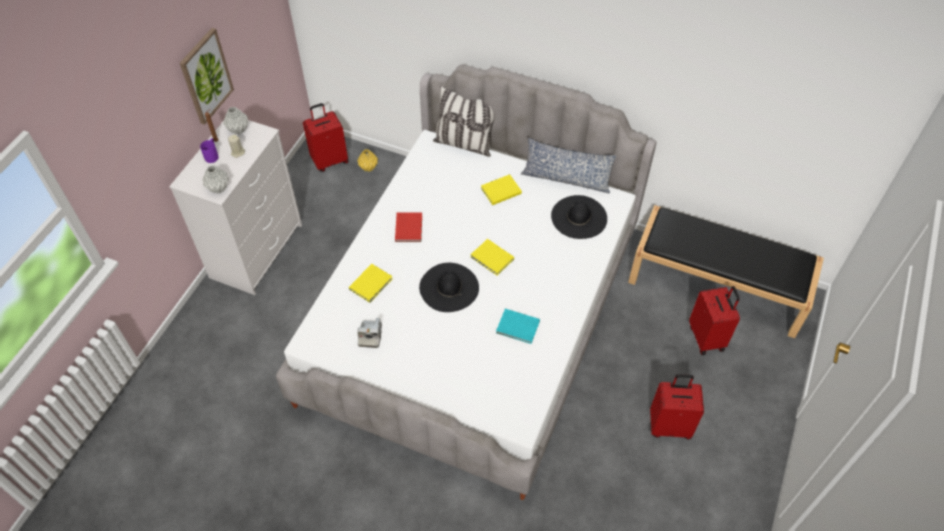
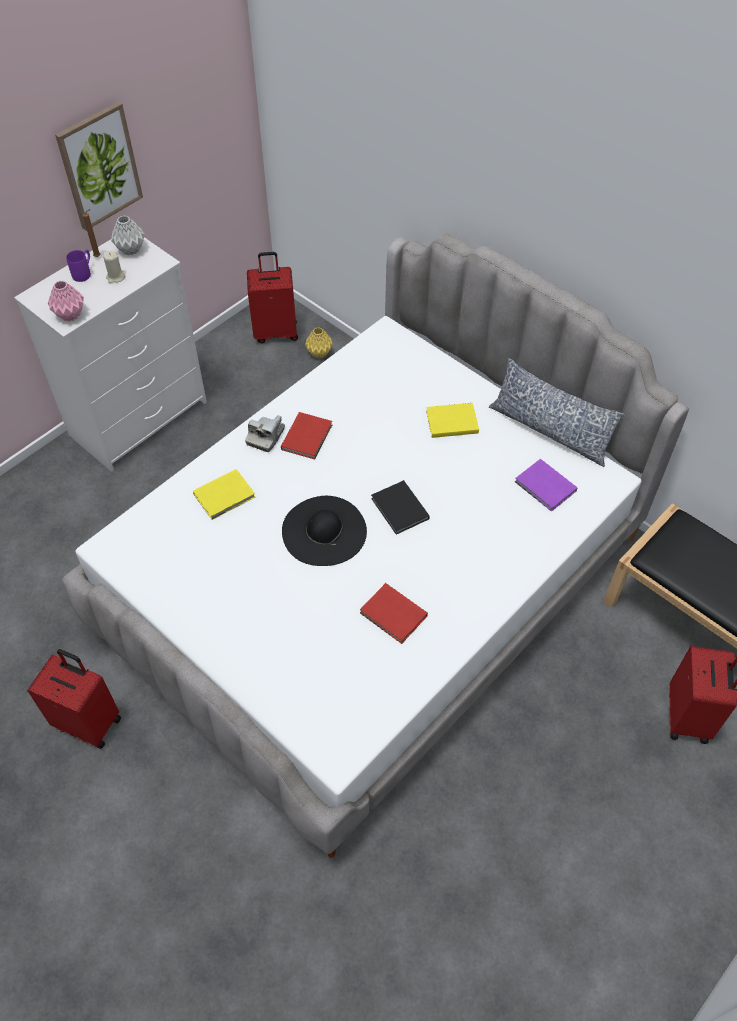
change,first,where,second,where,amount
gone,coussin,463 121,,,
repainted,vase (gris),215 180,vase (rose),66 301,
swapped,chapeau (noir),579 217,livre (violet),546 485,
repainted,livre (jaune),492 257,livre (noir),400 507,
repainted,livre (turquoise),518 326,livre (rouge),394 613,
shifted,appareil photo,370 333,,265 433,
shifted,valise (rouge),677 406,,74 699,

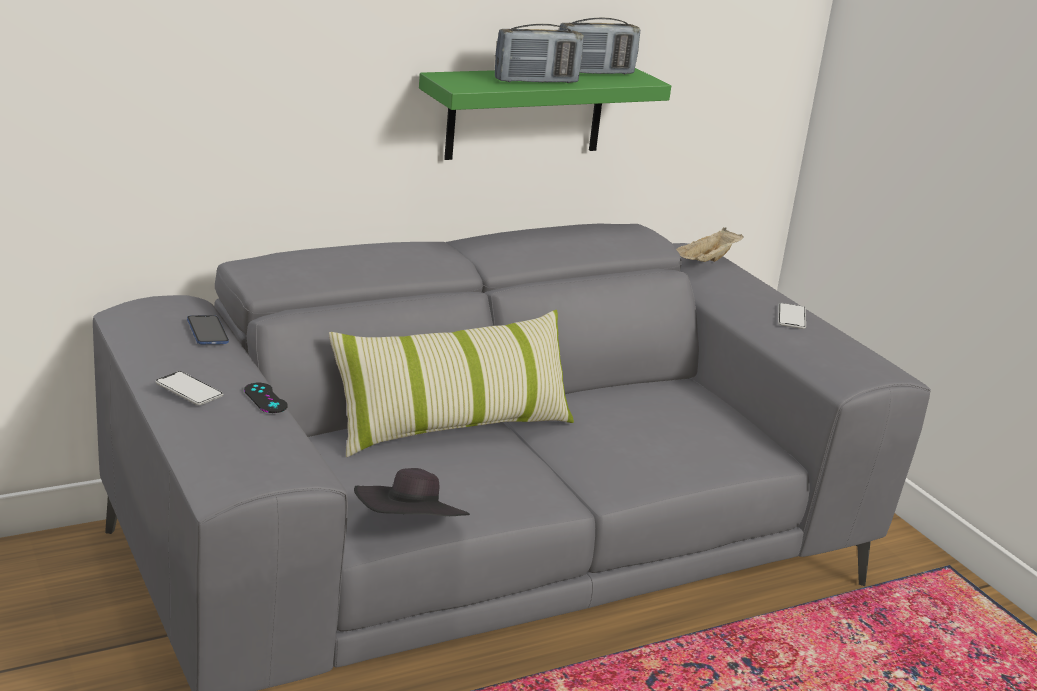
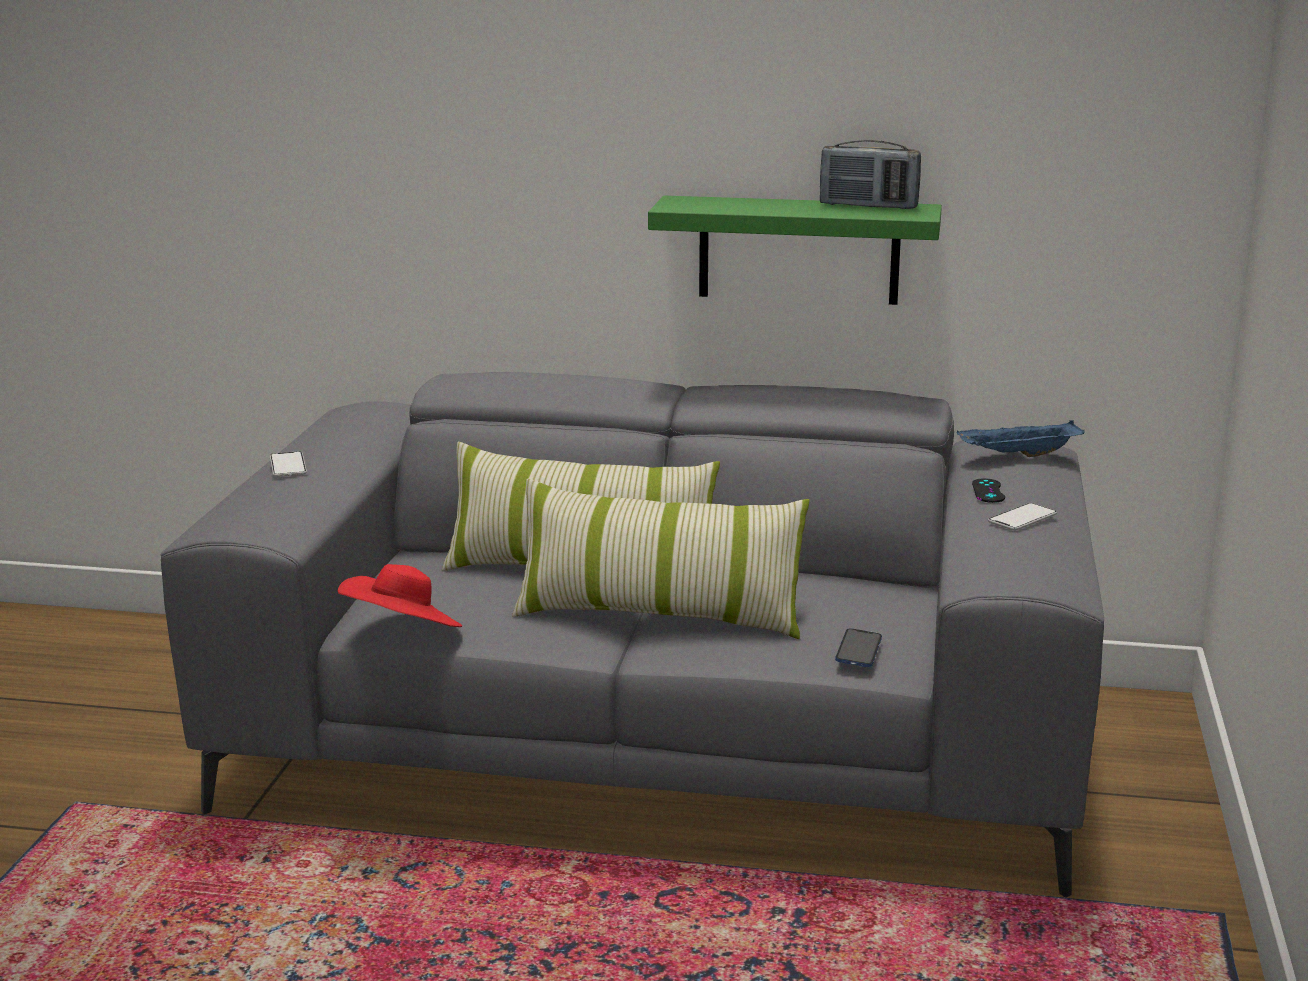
change,first,where,second,where,amount
gone,radio,539 53,,,
repainted,plateau (beige),710 245,plateau (bleu),1020 438,
shifted,téléphone,208 329,,858 647,
shifted,manette (noir),266 398,,988 490,
repainted,chapeau (noir),412 492,chapeau (rouge),400 595,
new,,,coussin,660 559,

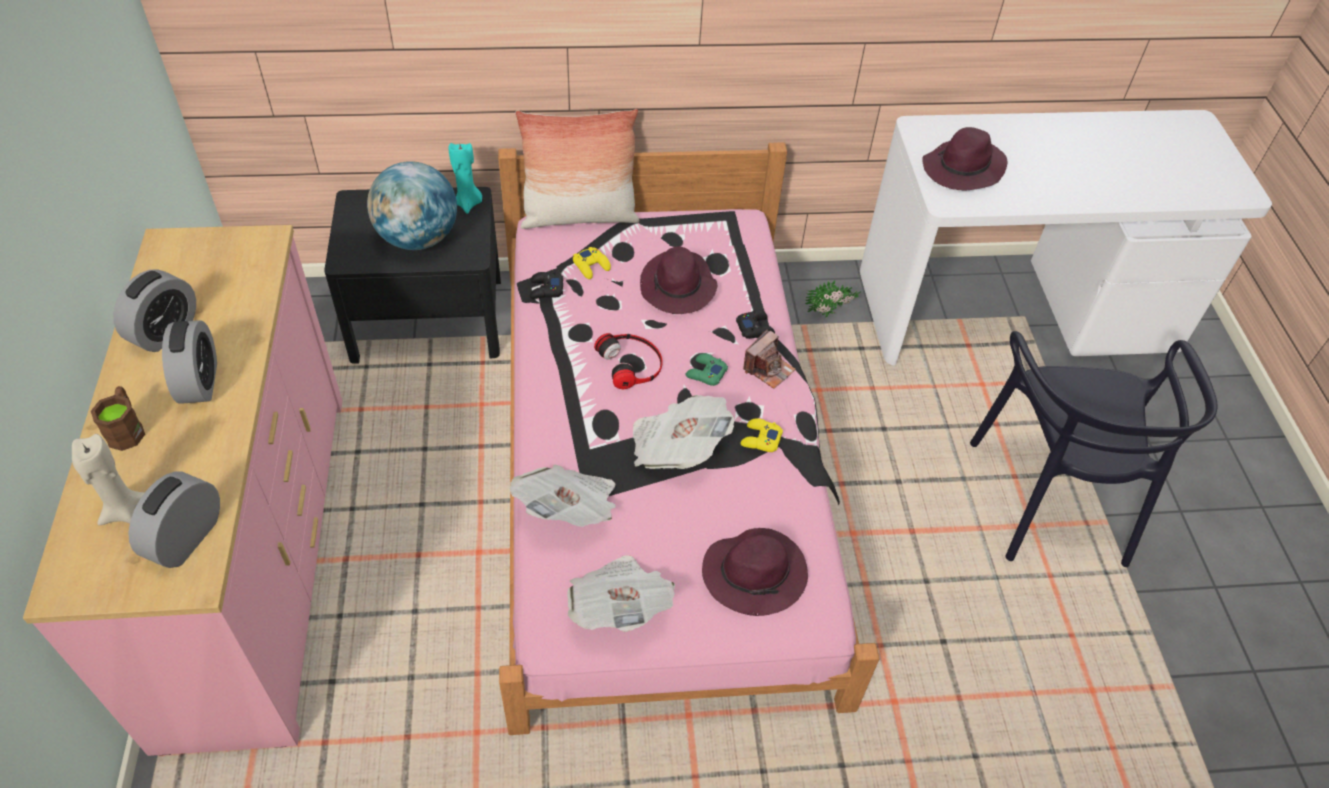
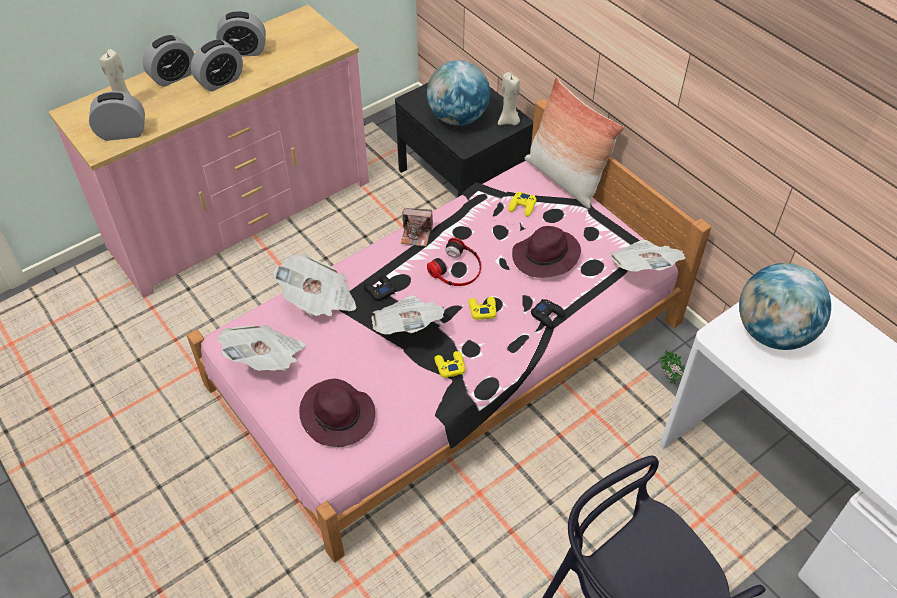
change,first,where,second,where,amount
swapped,chapeau (violet),964 158,globe,785 306,
repainted,bougie (turquoise),465 178,bougie (beige),509 98,
shifted,manette (noir),546 285,,379 288,
shifted,appareil photo,769 359,,417 227,
repainted,manette (vert),706 369,manette (jaune),482 308,
swapped,mug (marron),118 418,réveil,168 61,
new,,,journal,648 256,

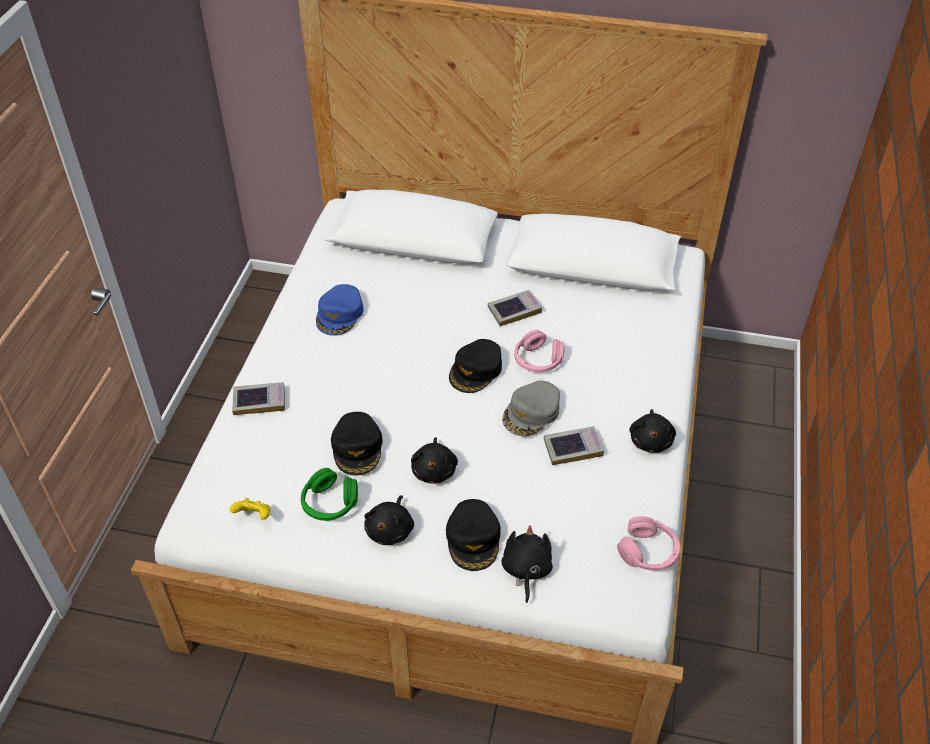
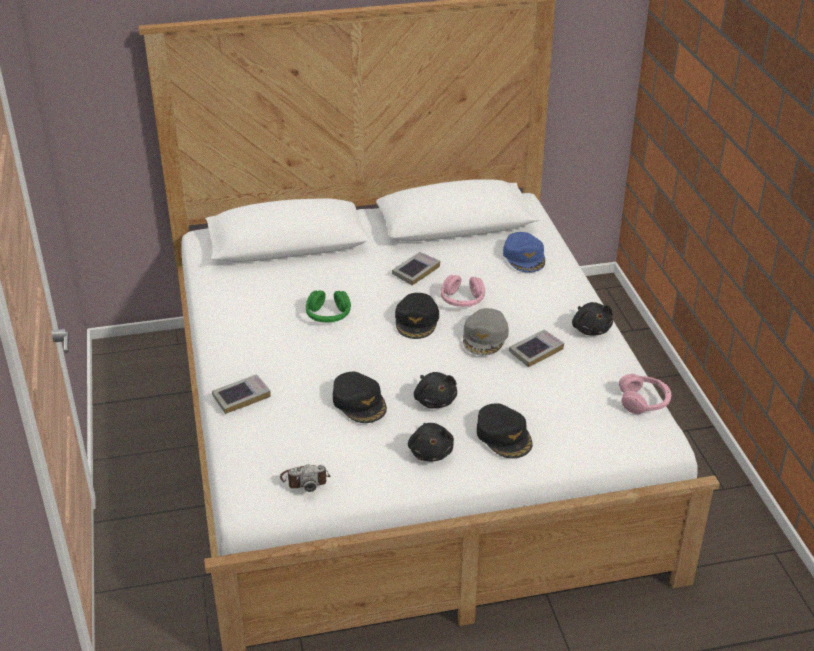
change,first,where,second,where,amount
shifted,casquette (bleu),339 310,,524 252,
shifted,casque audio (vert),329 494,,328 306,
swapped,manette (jaune),250 509,appareil photo,305 478,
gone,peluche (noir),527 564,,,

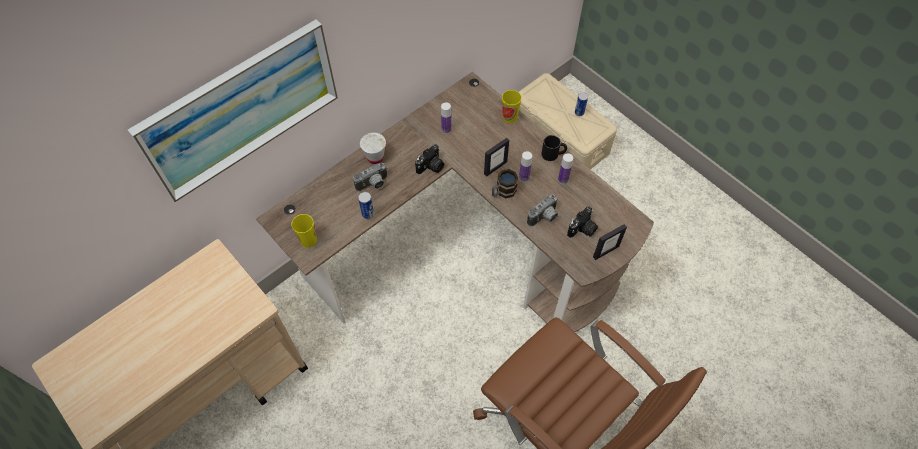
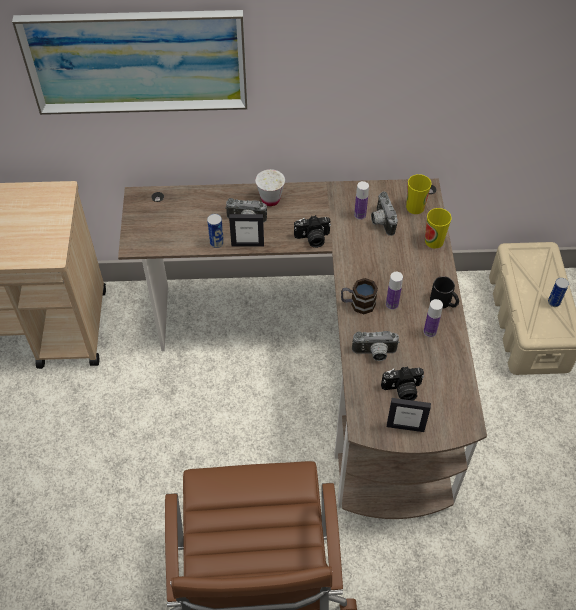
change,first,where,second,where,amount
shifted,cadre photo,496 157,,246 230,
shifted,tasse,304 231,,419 194,
new,,,appareil photo,384 213,

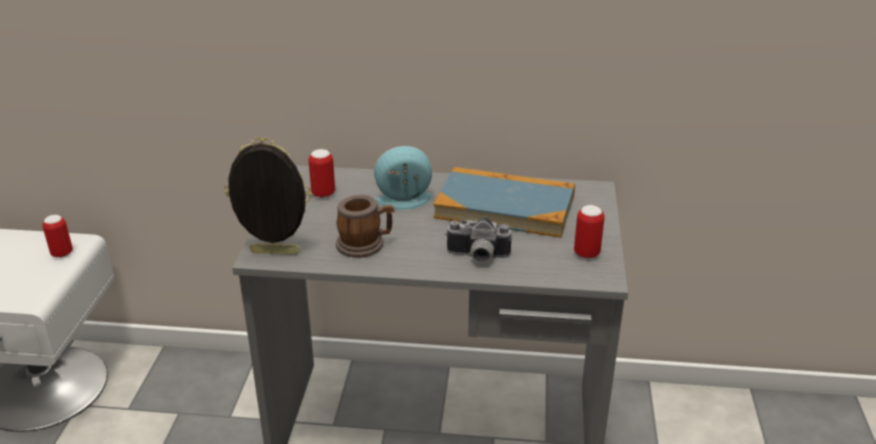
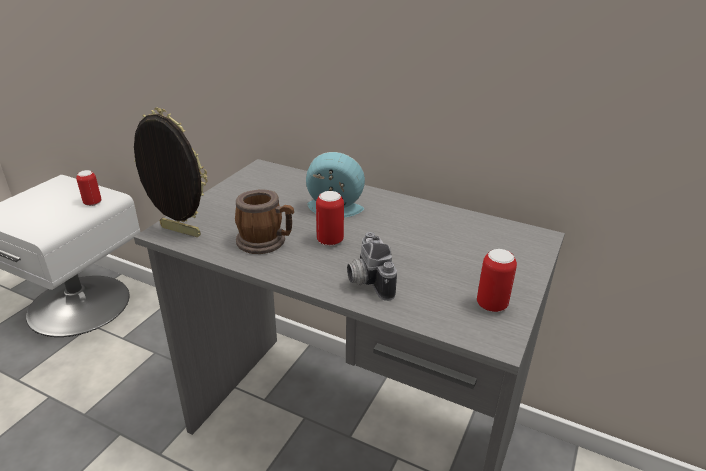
change,first,where,second,where,amount
shifted,boîte métallique,322 173,,330 218,
gone,livre,504 202,,,
rotated,appareil photo,479 240,,372 266,45 degrees clockwise

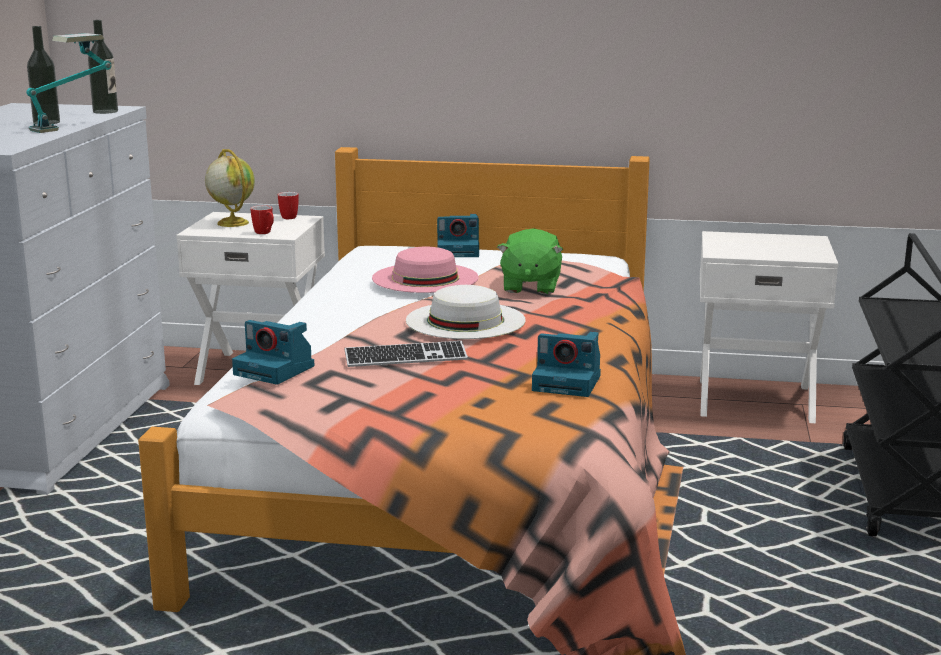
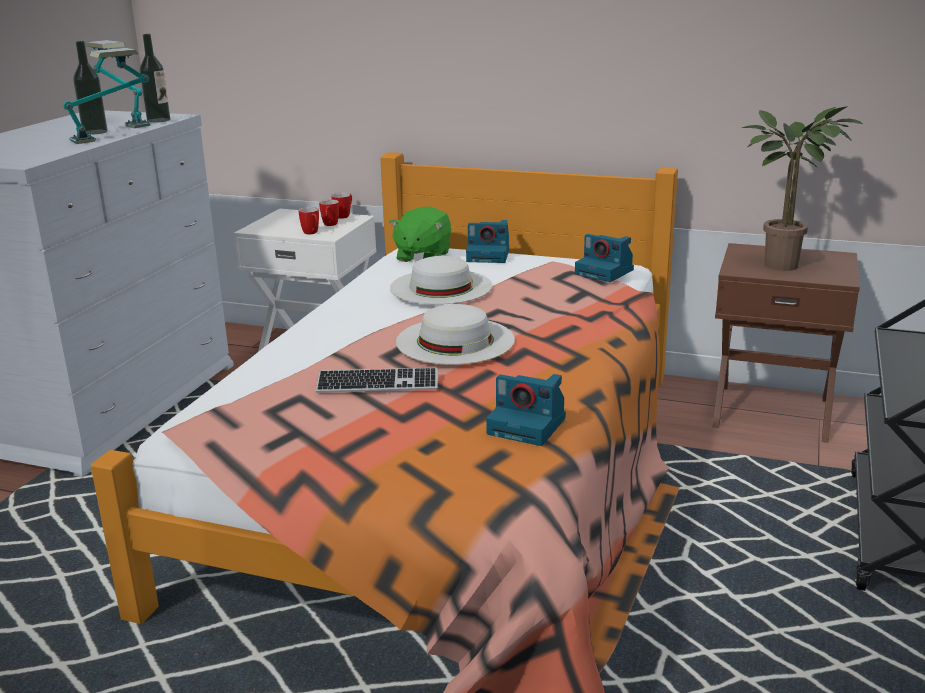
change,first,where,second,where,amount
gone,globe,230 188,,,
shifted,peluche (vert),530 261,,420 234,
repainted,table de chevet (blanc),769 327,table de chevet (marron),786 343,
repainted,chapeau (rose),425 269,chapeau (blanc),441 280,
shifted,appareil photo,273 352,,604 258,
new,,,lampe de table,117 84,
new,,,plante en pot,802 188,
new,,,mug,329 212,

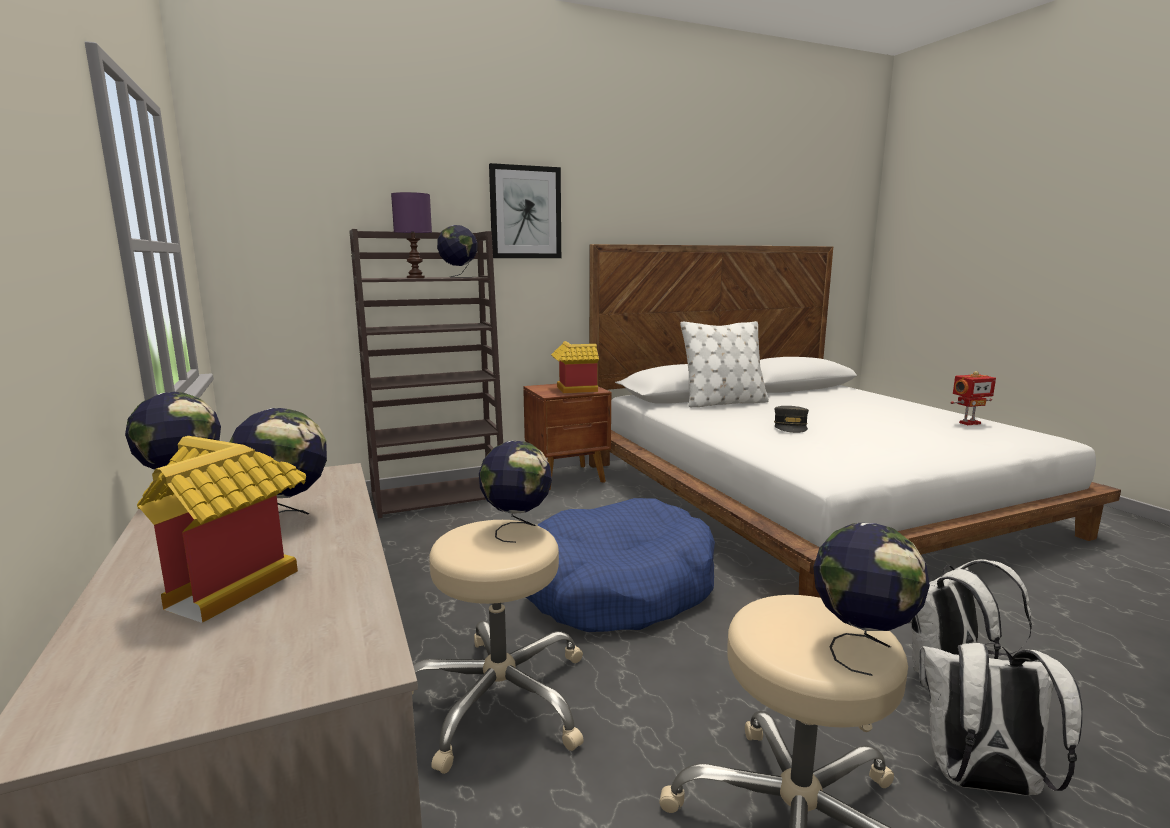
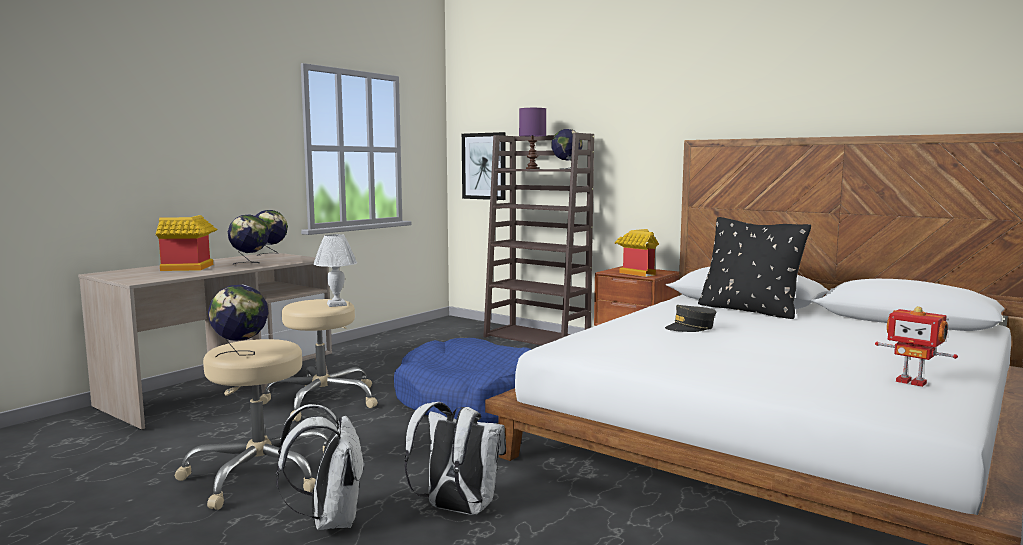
change,first,where,second,where,amount
shifted,tableau,525 210,,484 166,
repainted,coussin (blanc),724 364,coussin (noir),754 268,
swapped,globe,515 492,lampe de table (blanc),335 270,

